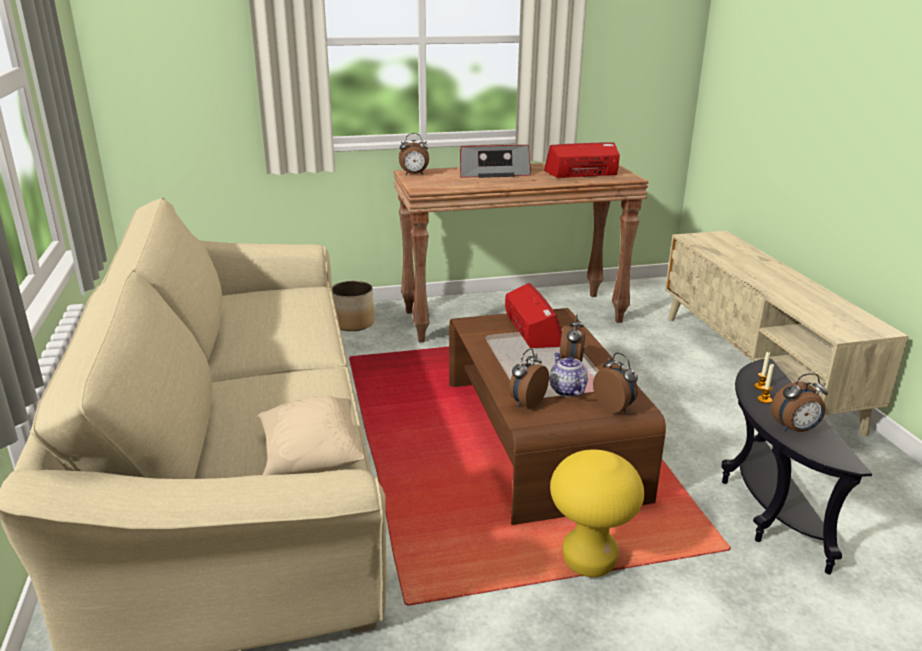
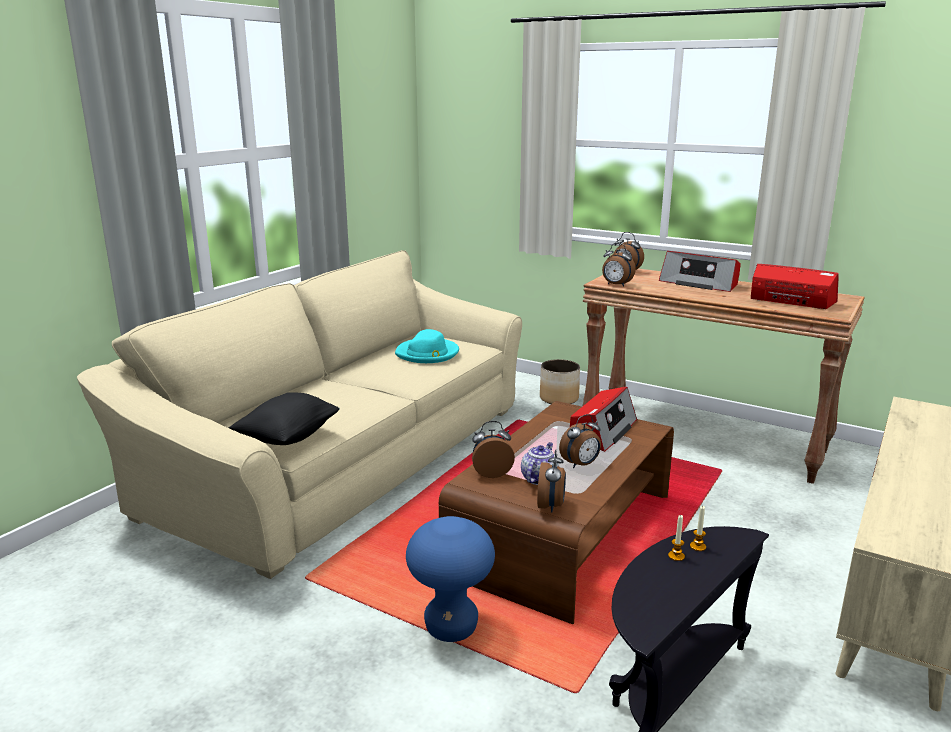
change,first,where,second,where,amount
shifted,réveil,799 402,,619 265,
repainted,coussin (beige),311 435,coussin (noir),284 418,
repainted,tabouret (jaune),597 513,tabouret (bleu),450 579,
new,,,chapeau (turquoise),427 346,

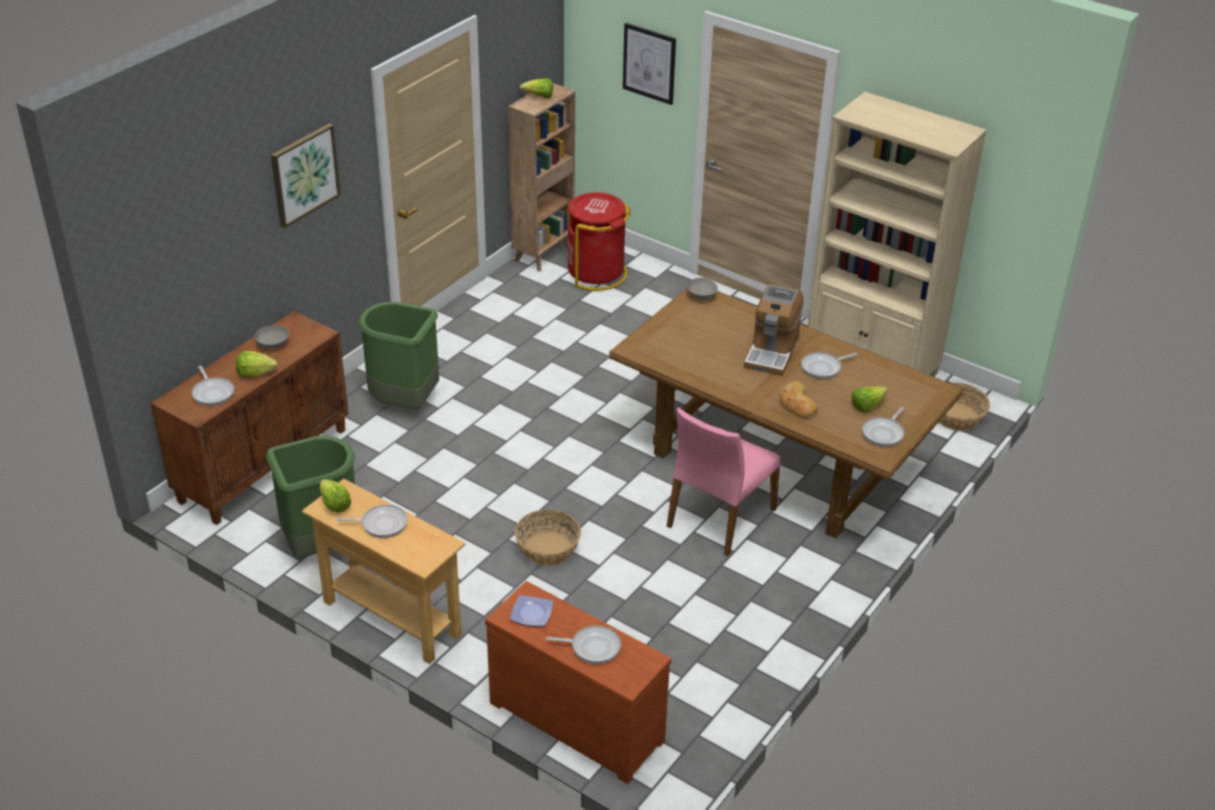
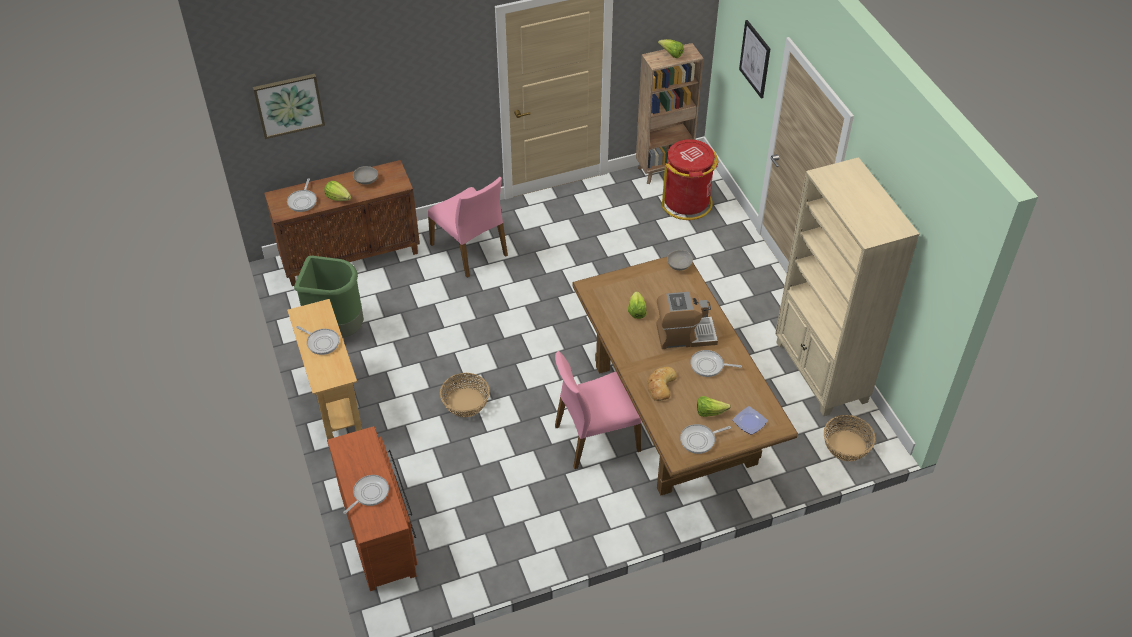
change,first,where,second,where,amount
shifted,tableau,306 175,,289 106,
rotated,machine à café,774 330,,687 320,150 degrees counterclockwise
swapped,poubelle (vert),399 356,chaise (rose),468 227,
shifted,laitue,336 495,,637 305,
shifted,assiette,531 610,,750 420,
rotated,poêle,583 644,,366 494,90 degrees counterclockwise

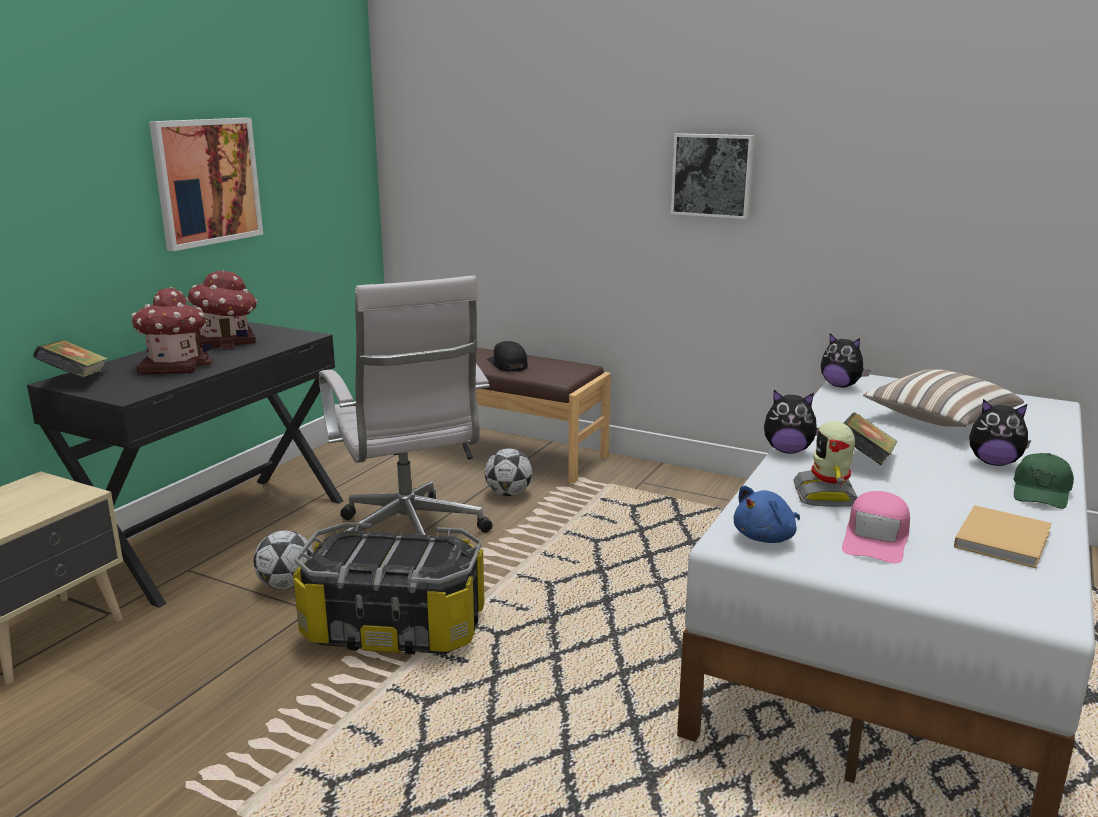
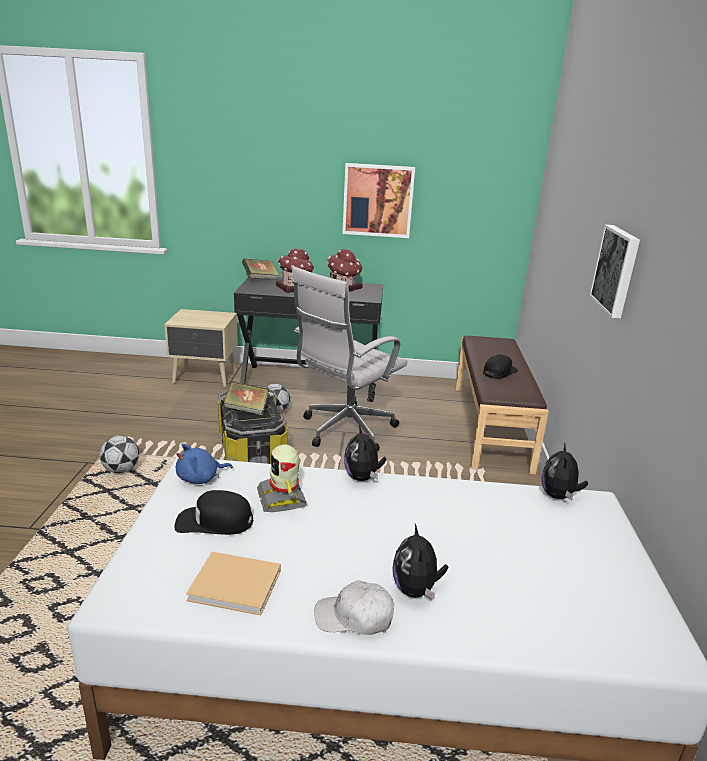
change,first,where,second,where,amount
gone,coussin,943 398,,,
shifted,livre,870 439,,246 398,
rotated,robot jouet,825 464,,282 478,90 degrees counterclockwise
shifted,ballon de foot,508 472,,119 454,
repainted,casquette (vert),1043 481,casquette (blanc),354 607,
rotated,peluche (bleu),767 514,,204 463,60 degrees counterclockwise
repainted,casquette (rose),876 527,casquette (noir),214 512,

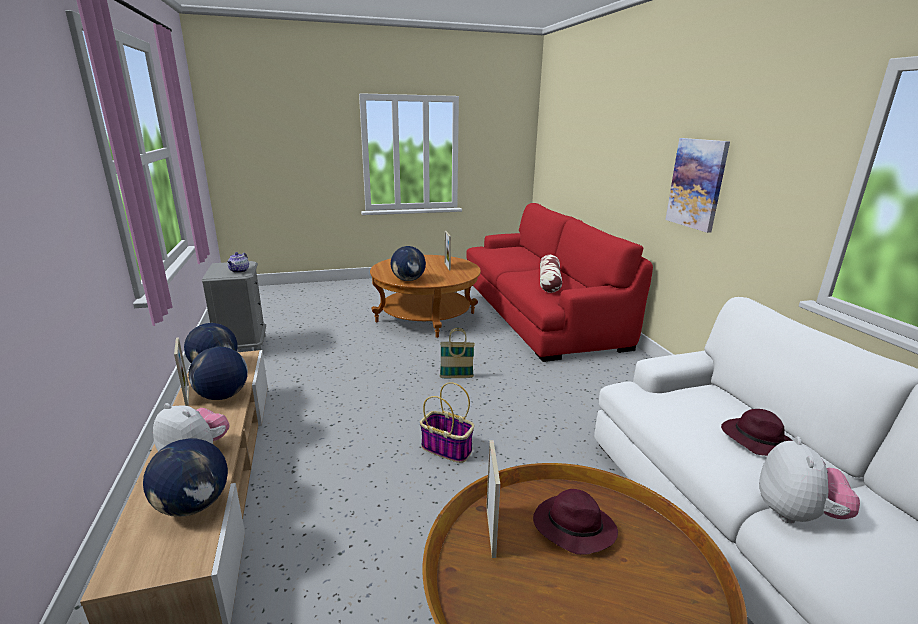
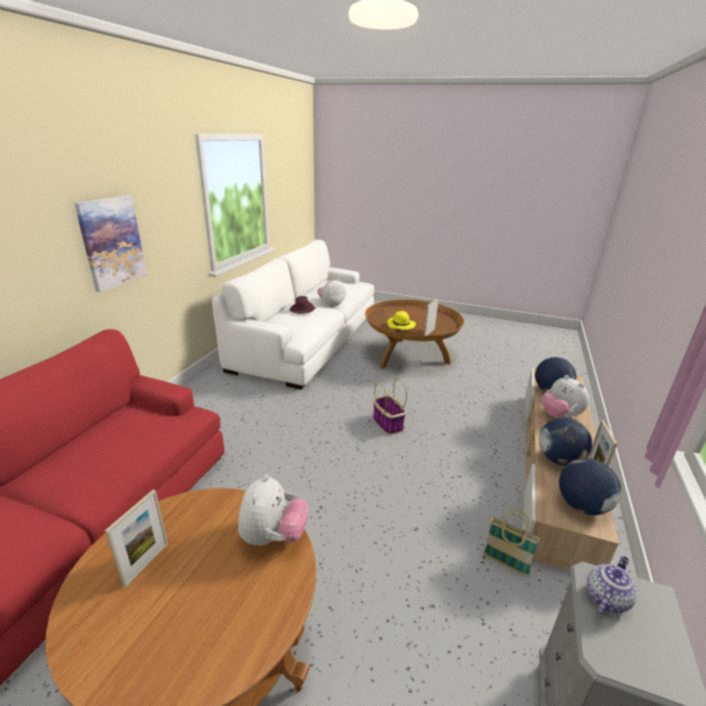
change,first,where,second,where,amount
swapped,globe,408 263,peluche,273 510,
gone,coussin,551 274,,,
shifted,panier,457 353,,511 543,
repainted,chapeau (violet),575 522,chapeau (jaune),401 320,

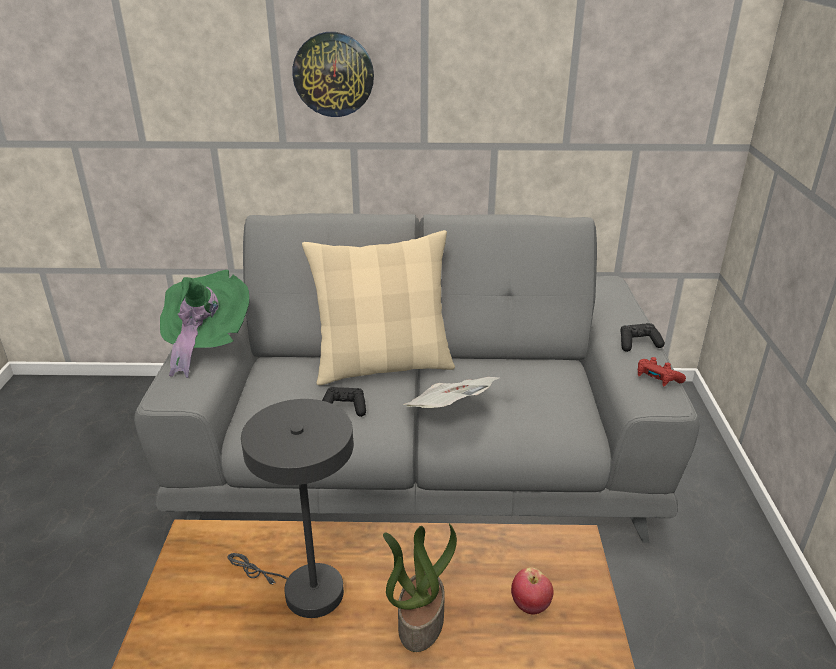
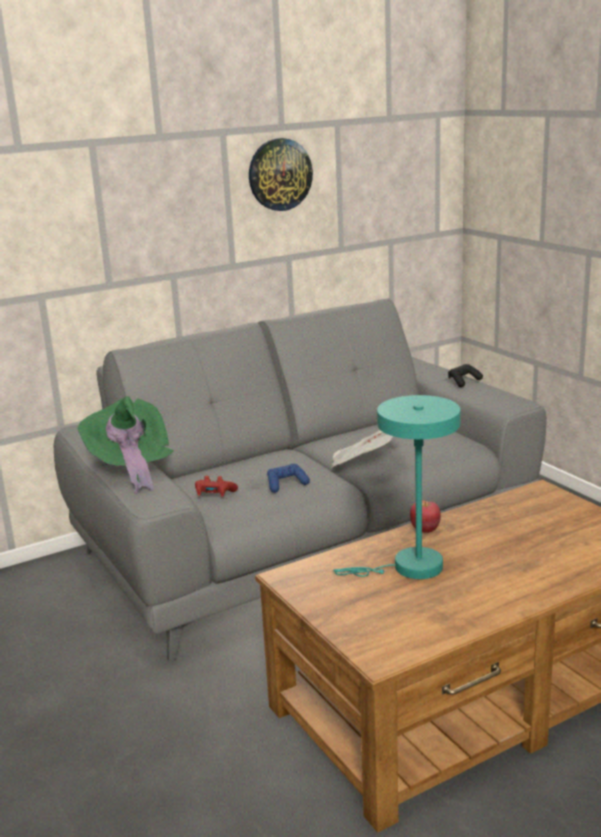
change,first,where,second,where,amount
shifted,horloge murale,333 74,,281 174,
gone,coussin (beige),378 307,,,
shifted,manette (rouge),662 371,,216 486,
repainted,manette (noir),344 402,manette (bleu),288 478,
repainted,lampe de table (gris),290 508,lampe de table (turquoise),397 487,
gone,plante en pot,420 587,,,
shifted,pomme,532 591,,425 516,

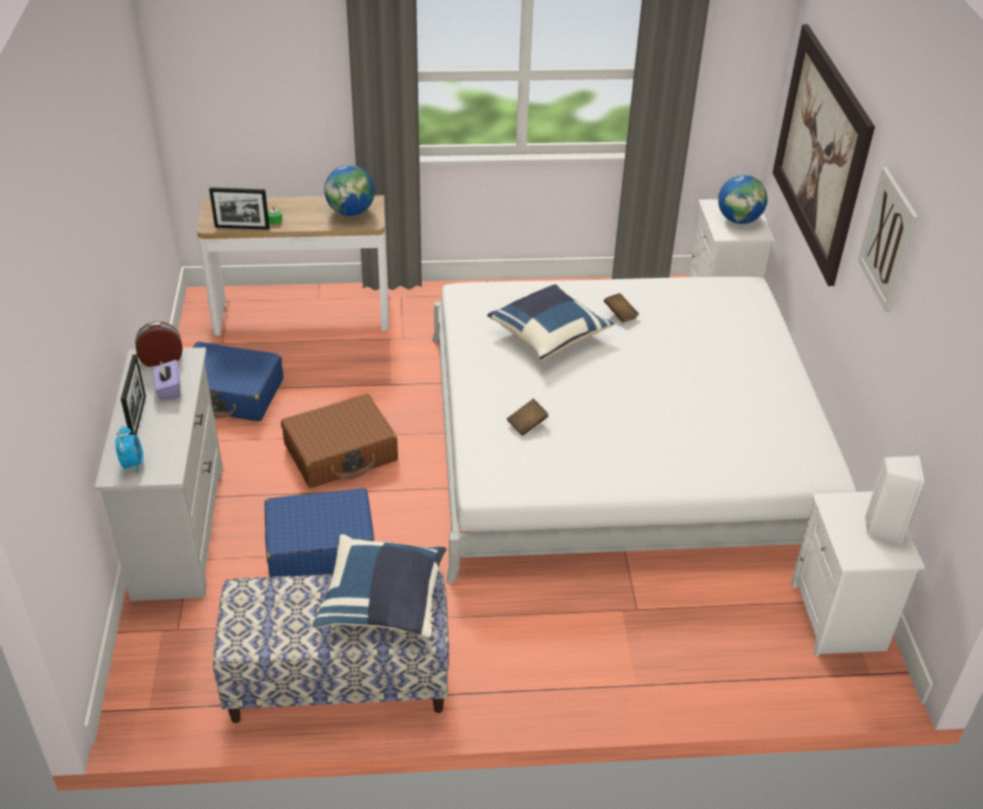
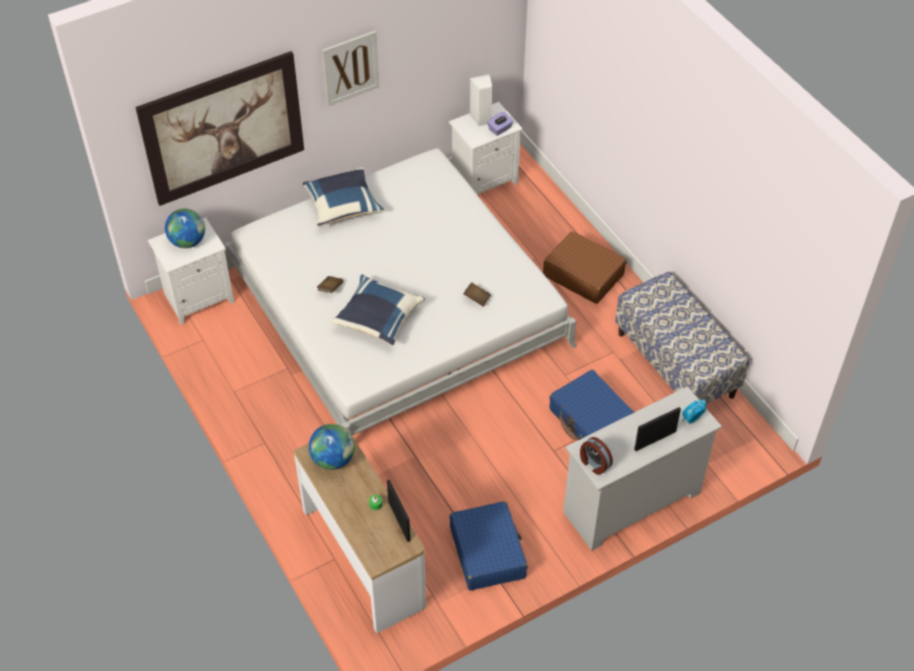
change,first,where,second,where,amount
shifted,boîte à mouchoirs (violet),167 380,,500 124,
shifted,valise (marron),339 441,,585 267,
shifted,coussin (bleu),379 586,,343 197,

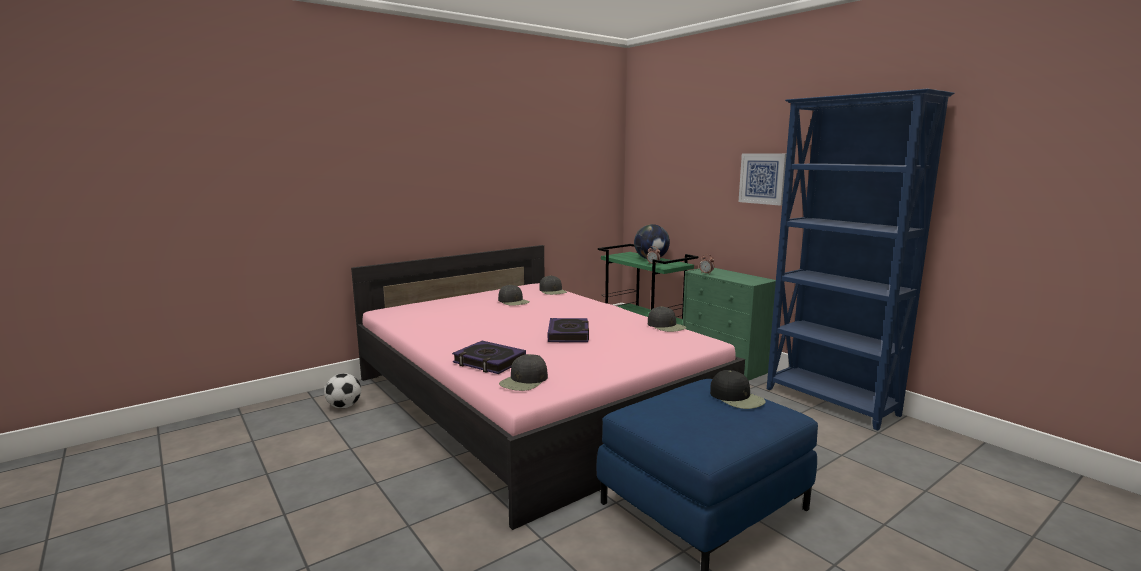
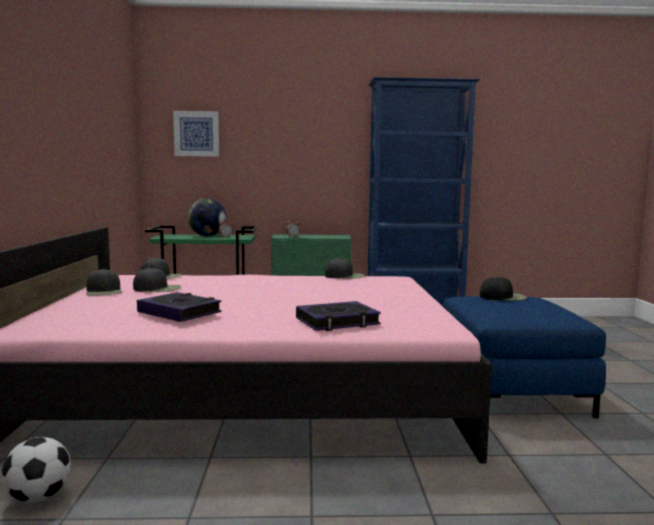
change,first,where,second,where,amount
shifted,tableau,763 179,,196 134,
shifted,livre,568 330,,179 307,
shifted,casquette (noir),523 372,,104 282,

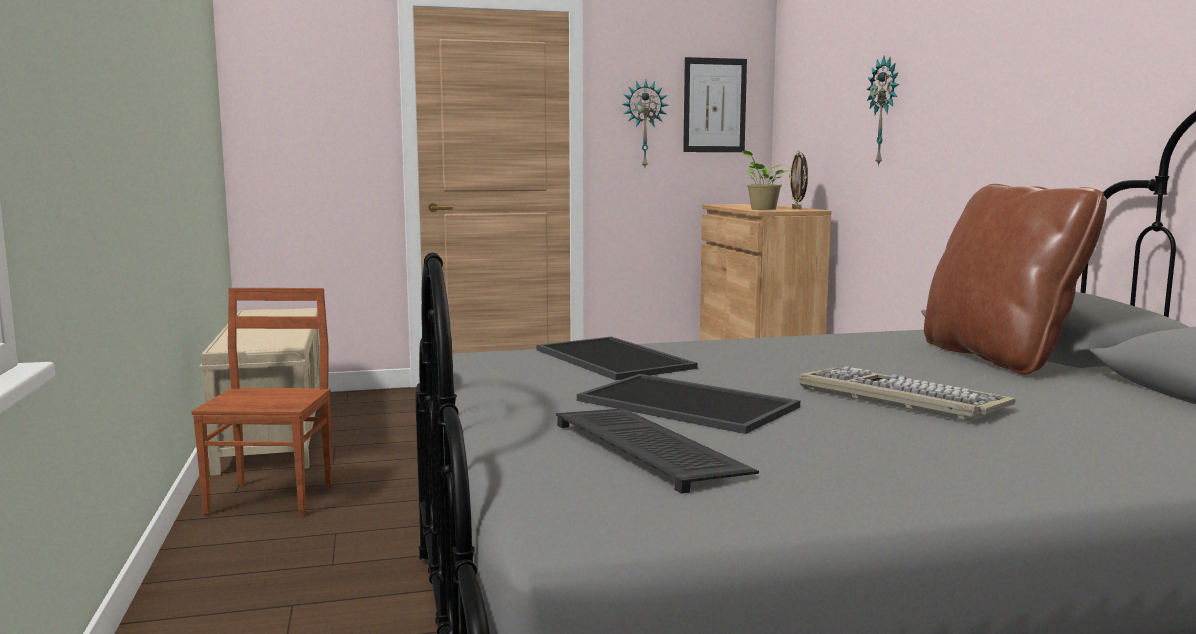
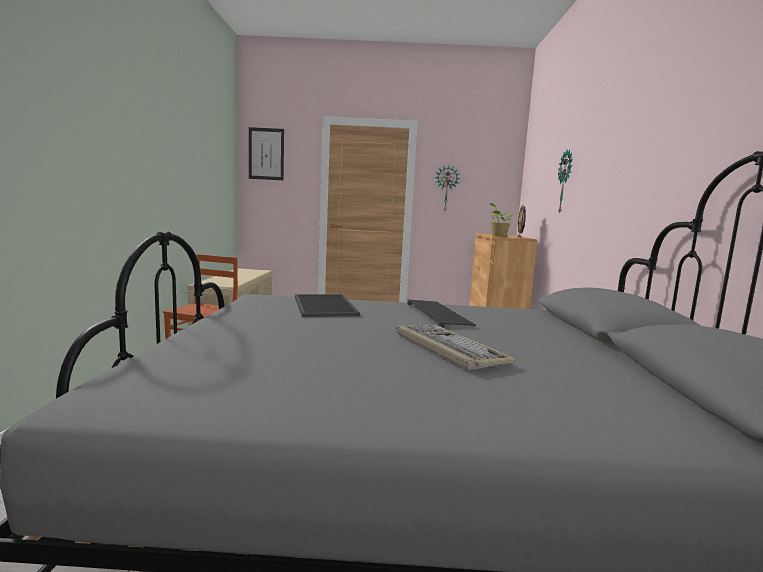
change,first,where,second,where,amount
shifted,tableau,715 104,,266 153,
gone,coussin (marron),1015 279,,,
gone,plateau,688 404,,,
shifted,clavier,657 451,,441 313,

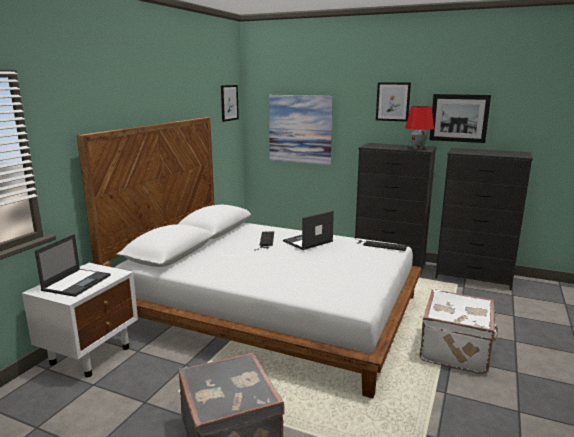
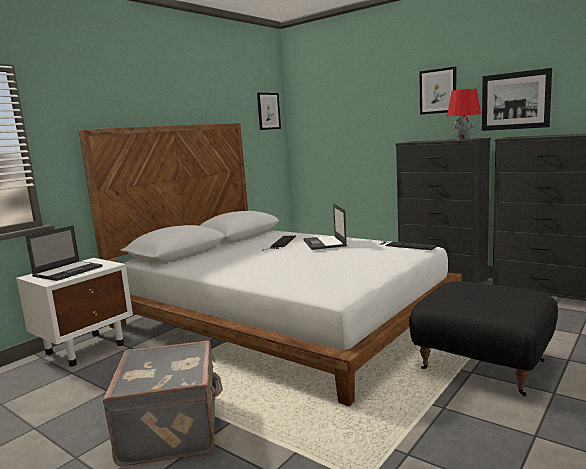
change,first,where,second,where,amount
gone,tableau,301 130,,,
rotated,ordinateur portable,308 230,,325 227,75 degrees counterclockwise
swapped,valise (blanc),459 331,pouf (noir),483 338,

